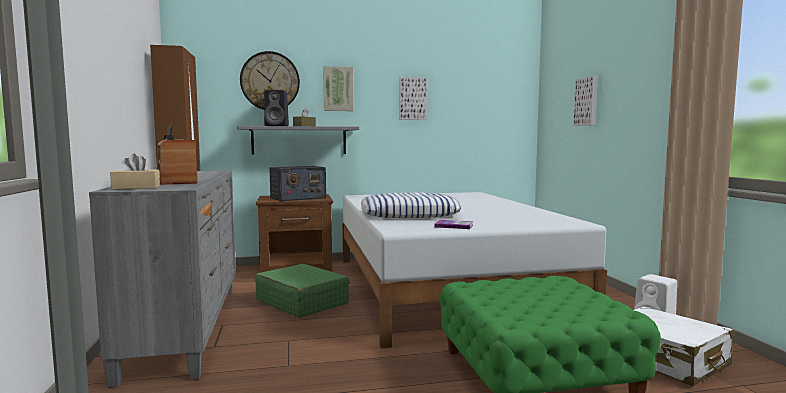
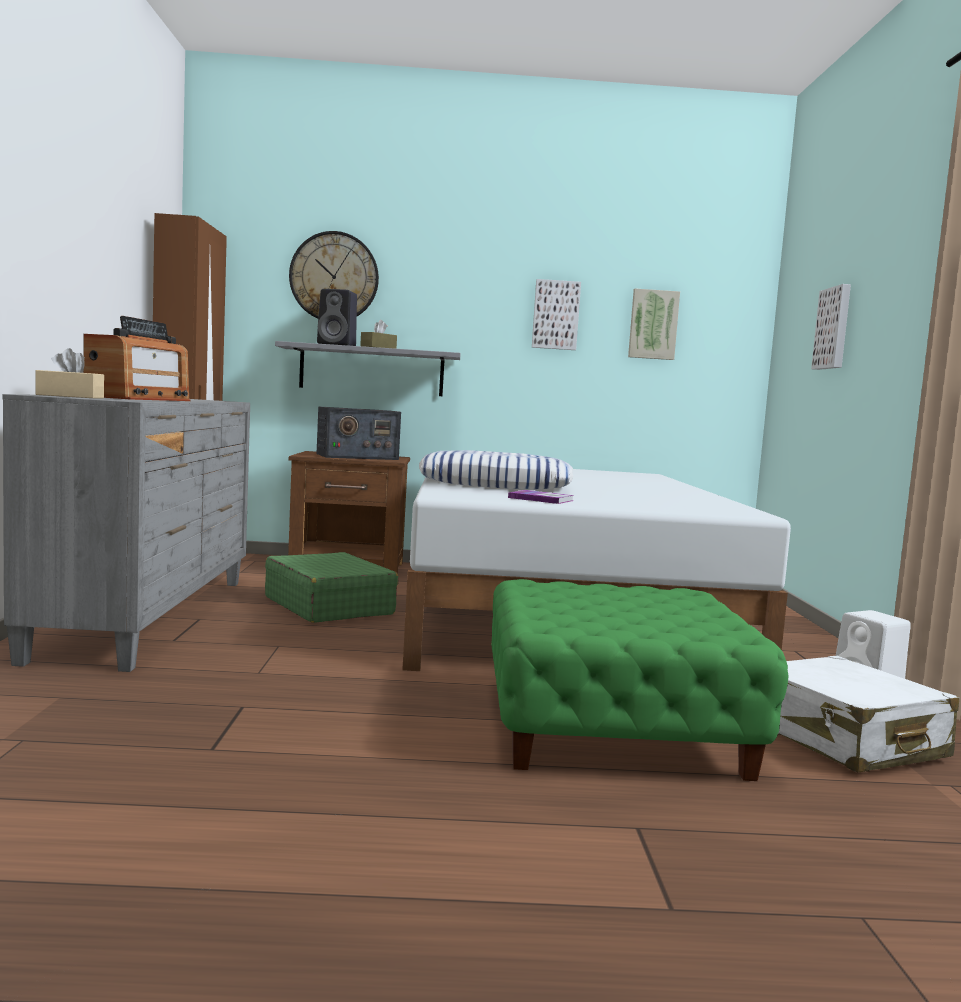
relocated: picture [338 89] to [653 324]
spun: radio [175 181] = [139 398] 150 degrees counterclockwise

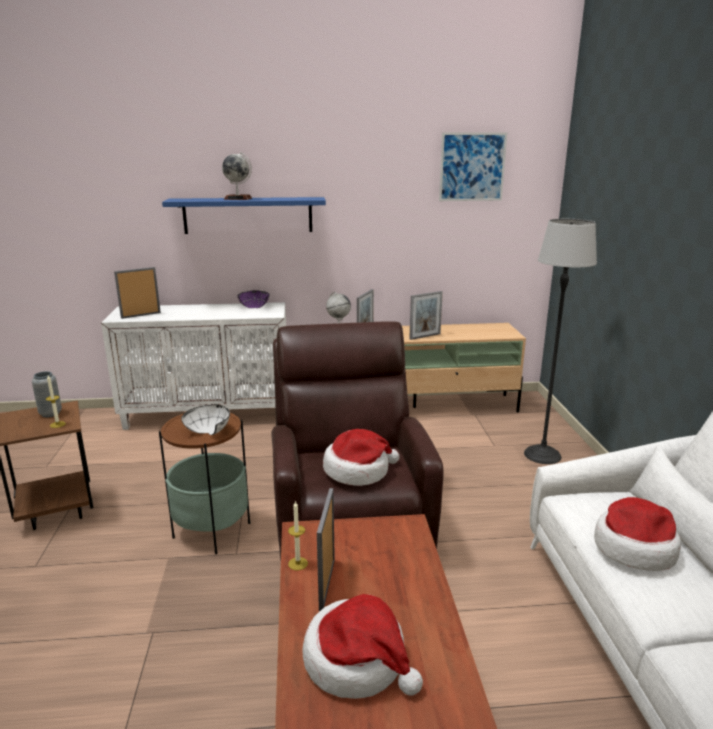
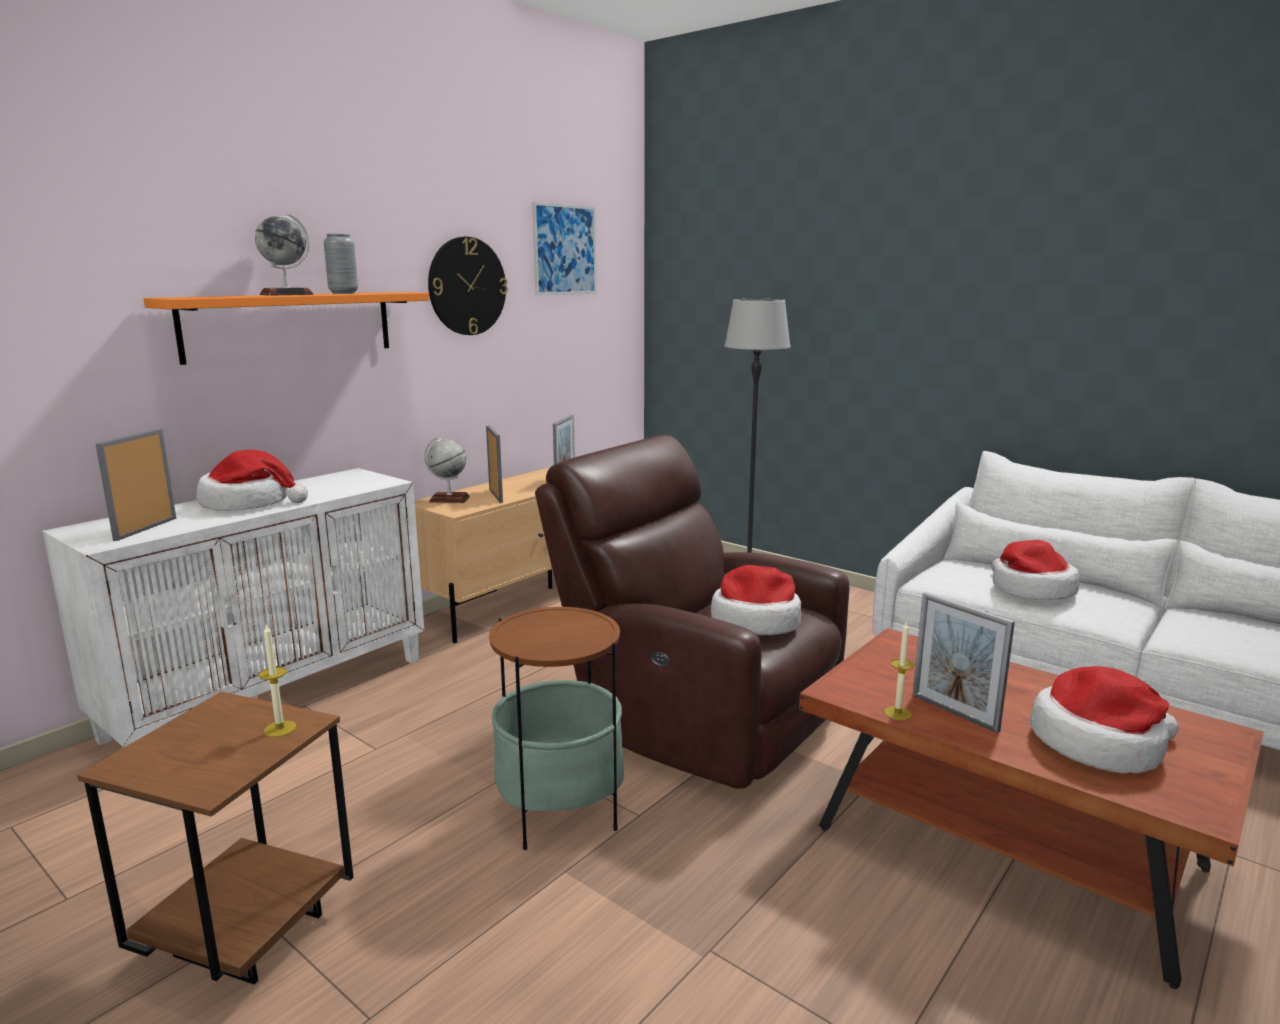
missing: purple bowl [254 307]; white bowl [210 430]
appeared: clock on the wall [467 286]; hat [248 503]
relocated: greyish decorative vase [50 413] to [343 293]
colour: blue-coloured bracket shelf [248 215] to orange bracket shelf [290 325]

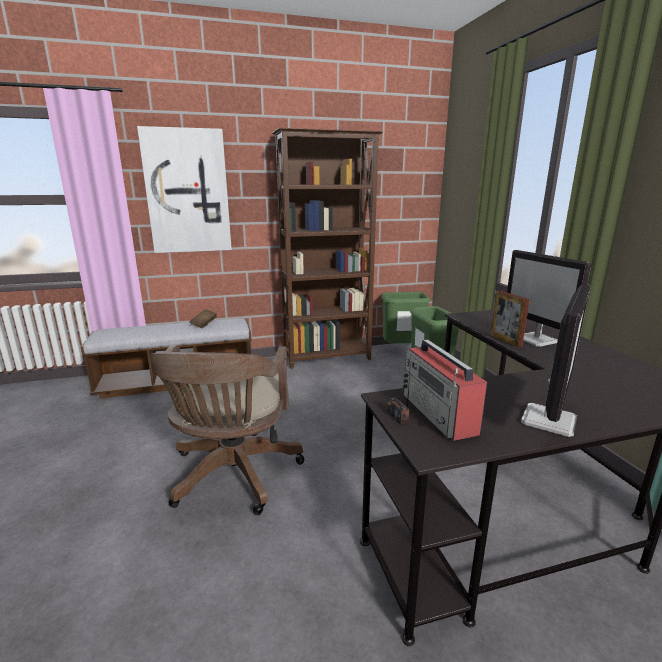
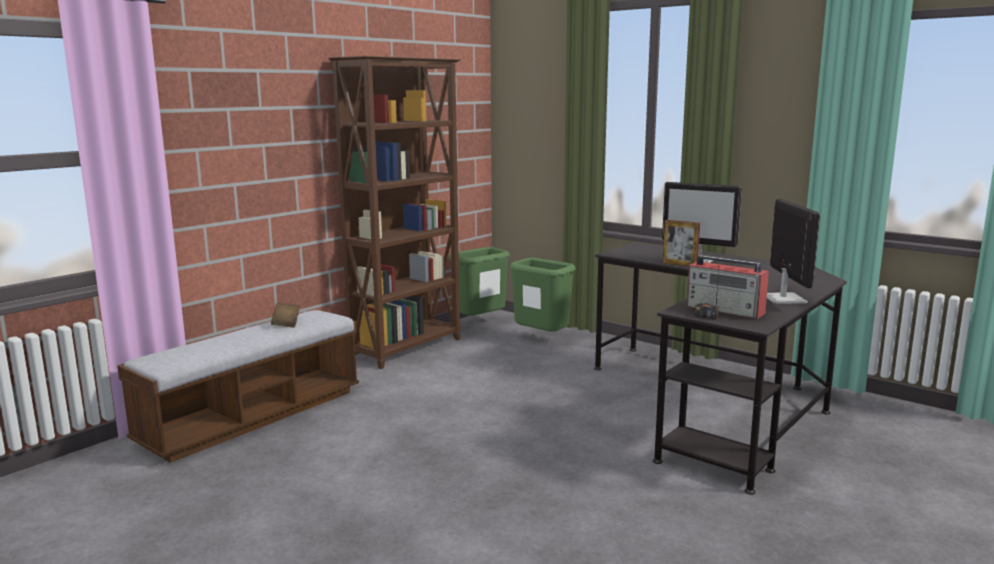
missing: picture [187 192]; brown office chair [233 477]

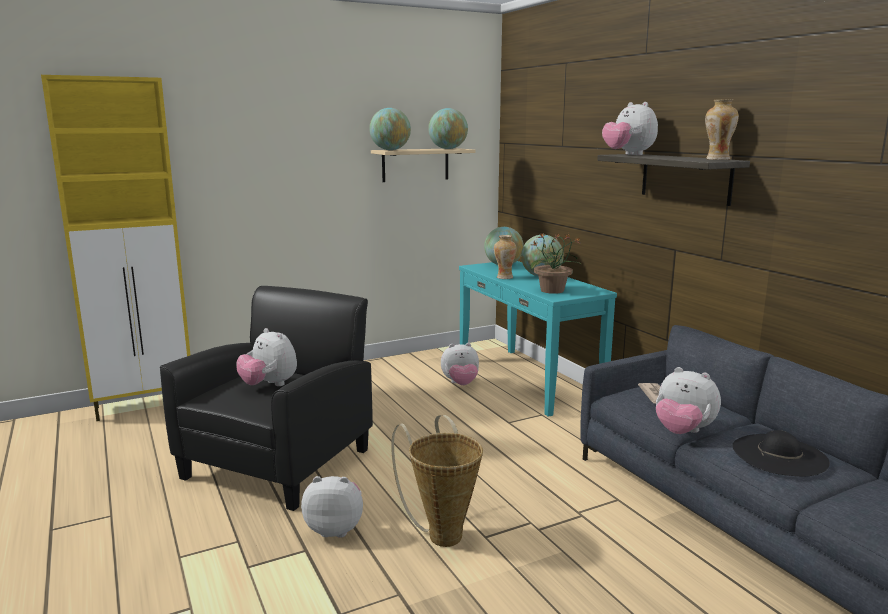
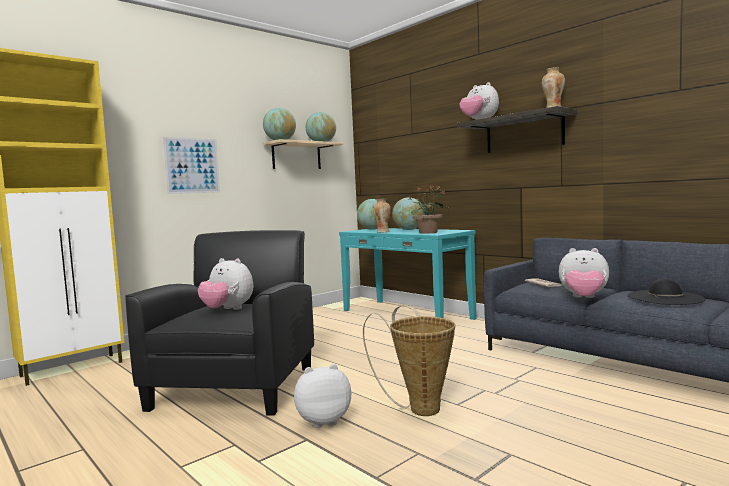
missing: plush toy [460 384]
appeared: picture [192 165]

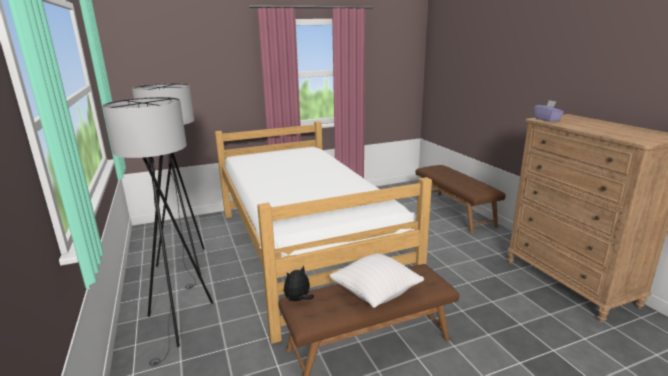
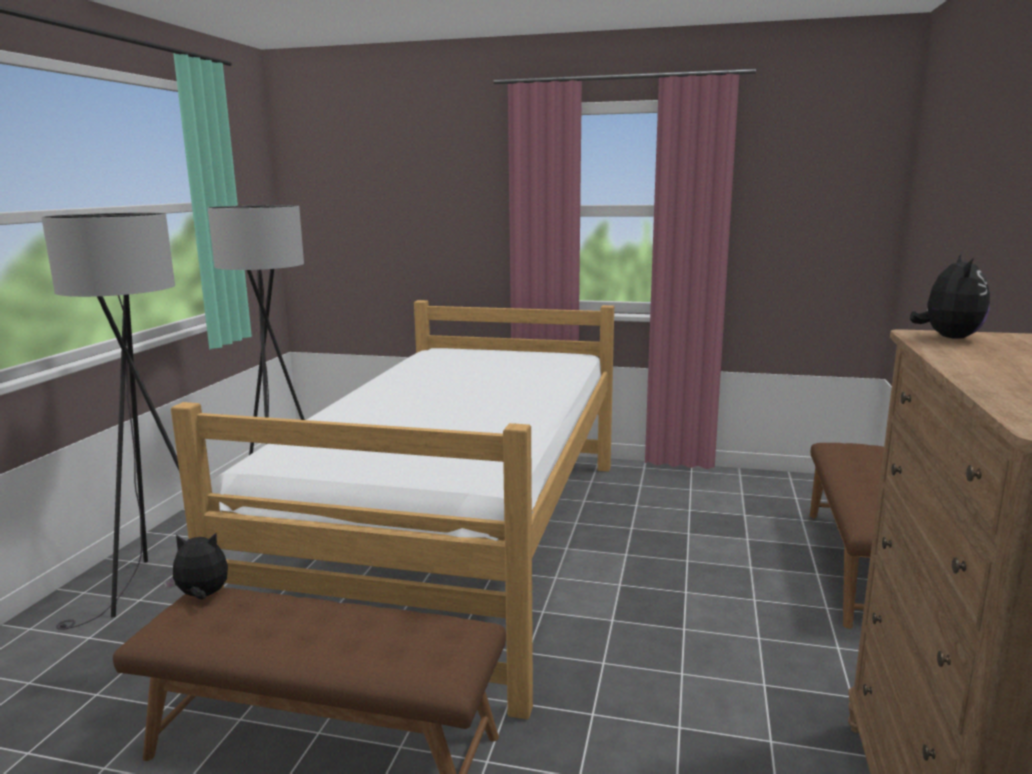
missing: white cushion [375 293]
exchanged: purple tissue box [547 119] to plush toy [947 338]

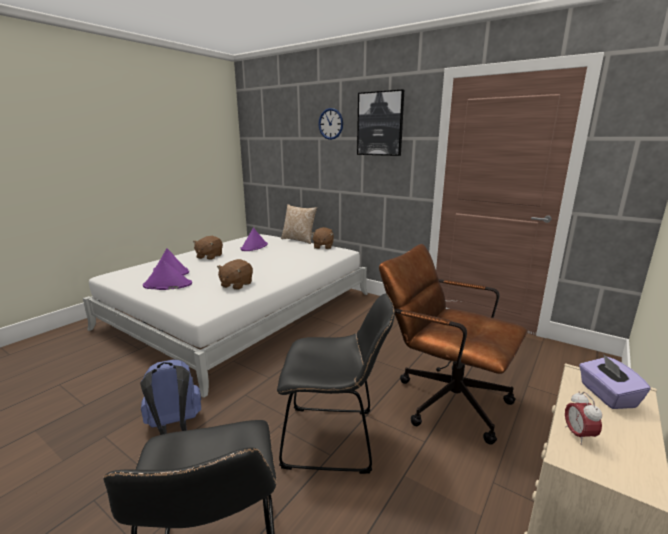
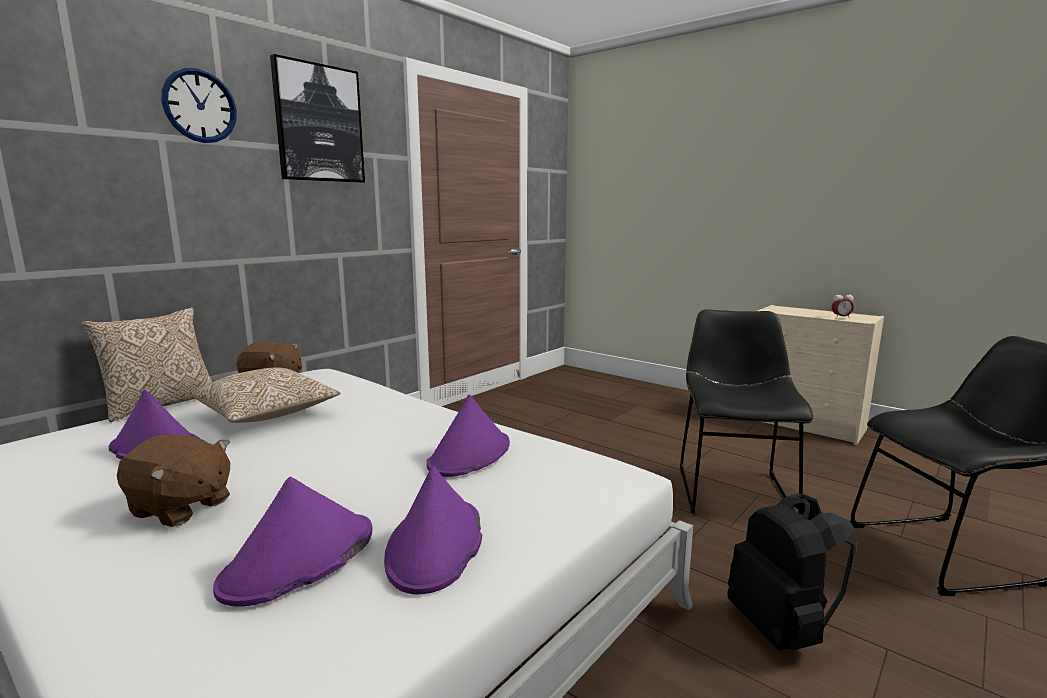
missing: brown office chair [443 398]; purple tissue box [606 395]
appeared: cushion [267 415]
exchanged: brown plush toy [236 285] to purple hat [470 455]
colour: blue-coloured rucksack [174 426] to black-coloured rucksack [781 629]

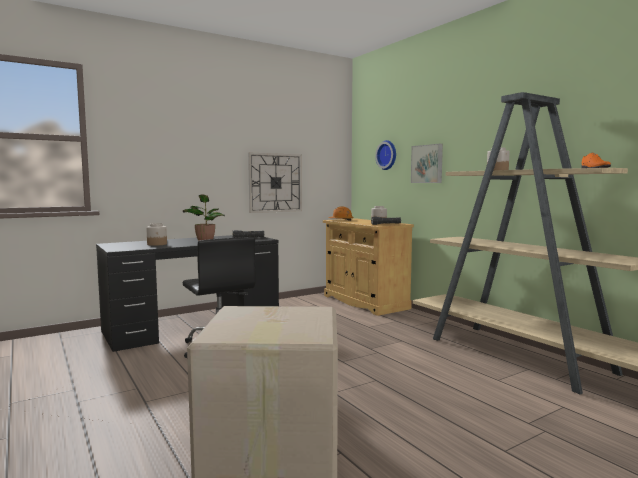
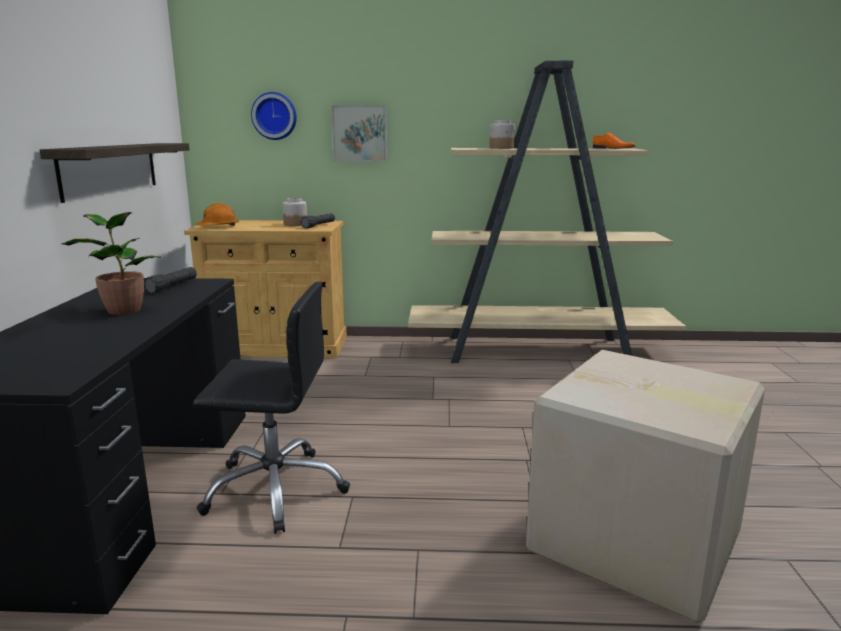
missing: jar [157 244]
exchanged: clock on the wall [275 183] to bracket shelf [110 169]

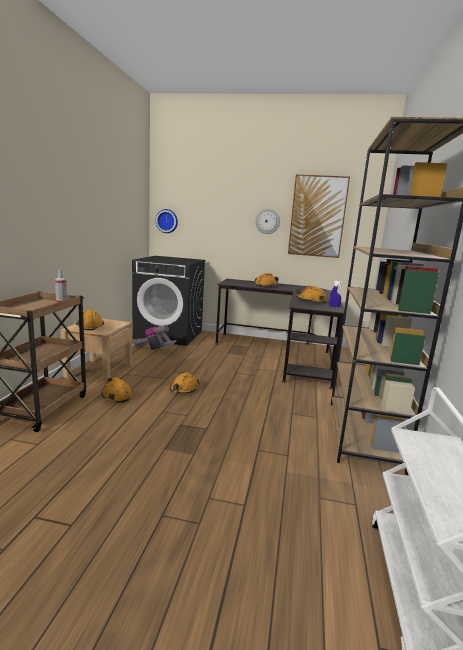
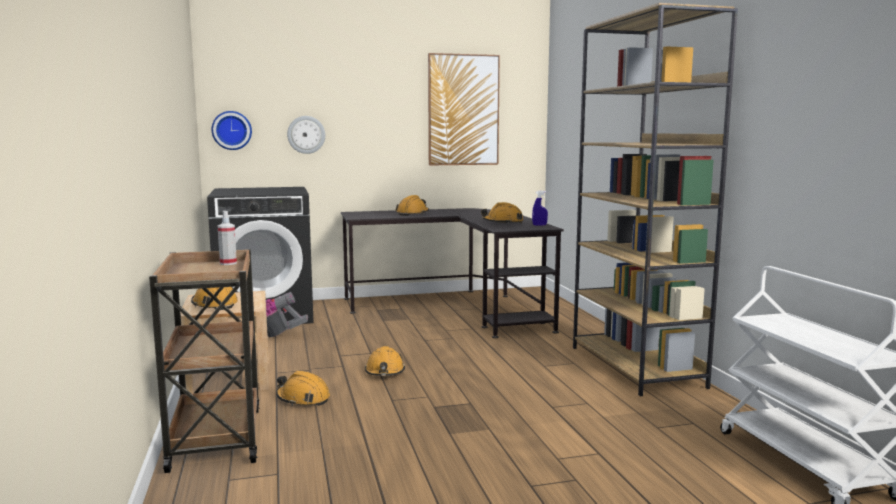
relocated: clock on the wall [267 221] to [306 134]

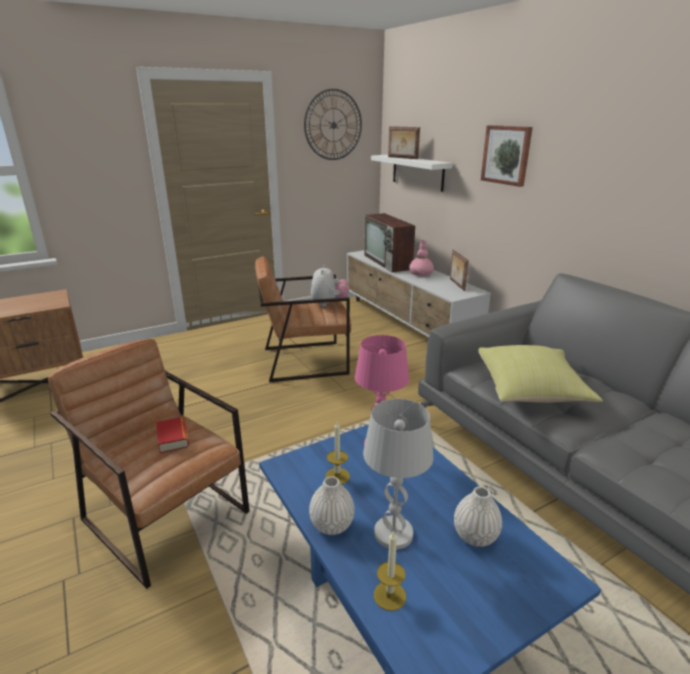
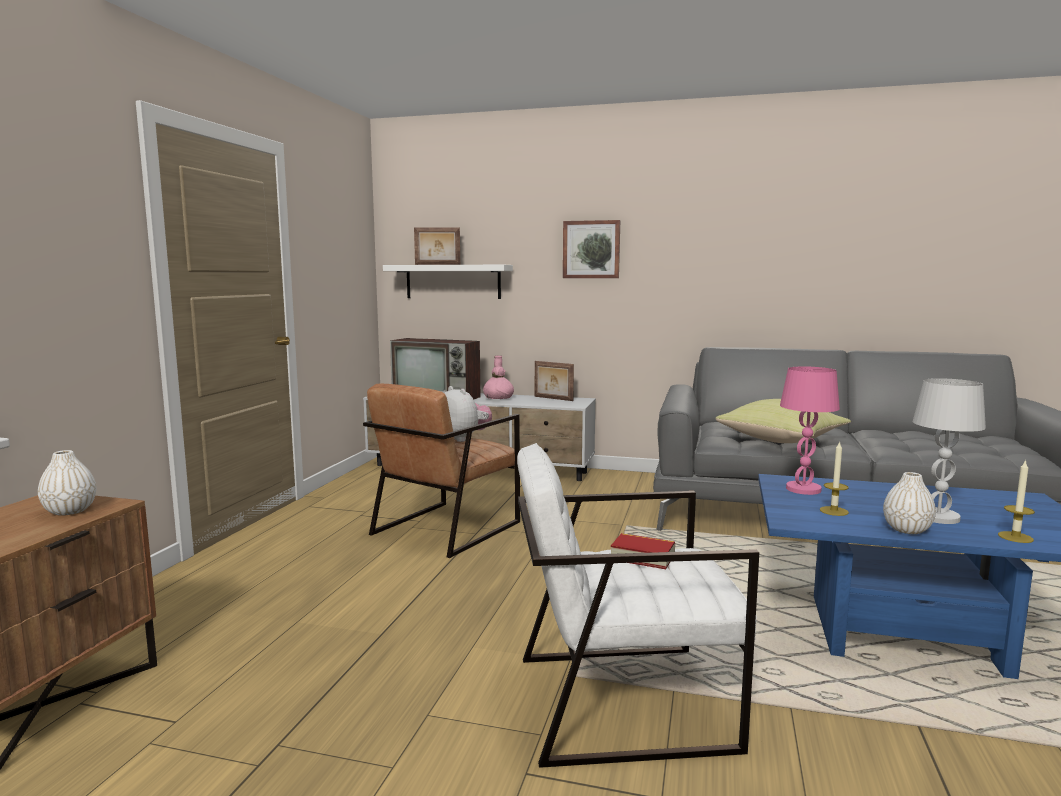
missing: clock on the wall [333 125]
relocated: white decorative vase [475 536] to [70 511]
colour: brown armchair [166 515] to white armchair [622 700]

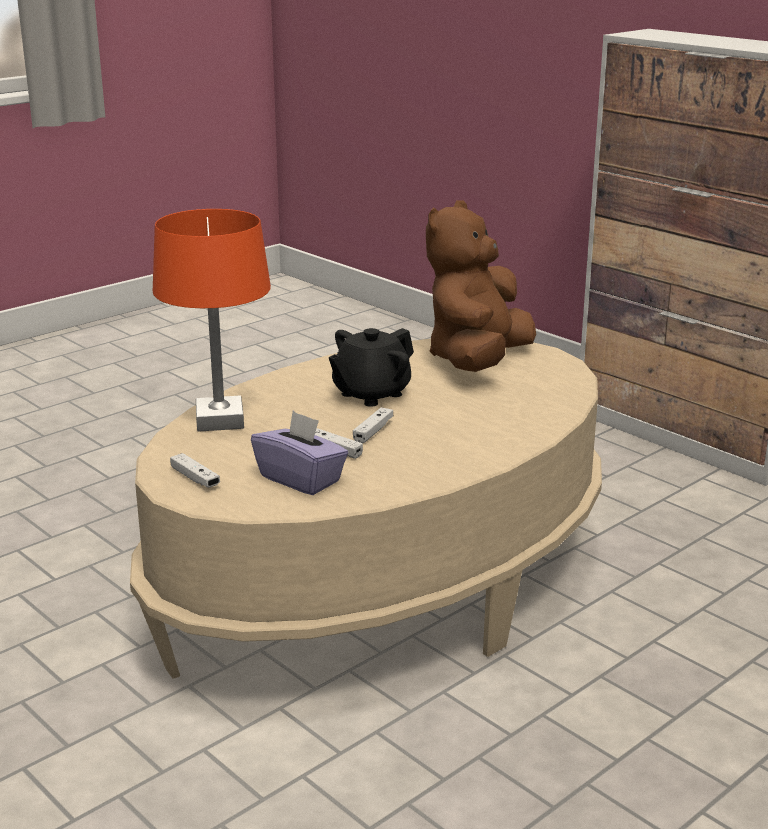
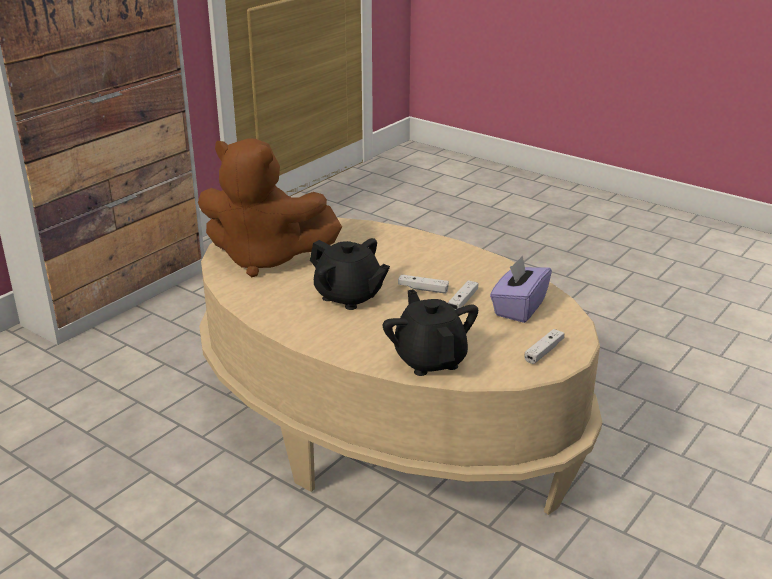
exchanged: orange lamp for a table [219 420] to black-coloured teapot [430 359]

